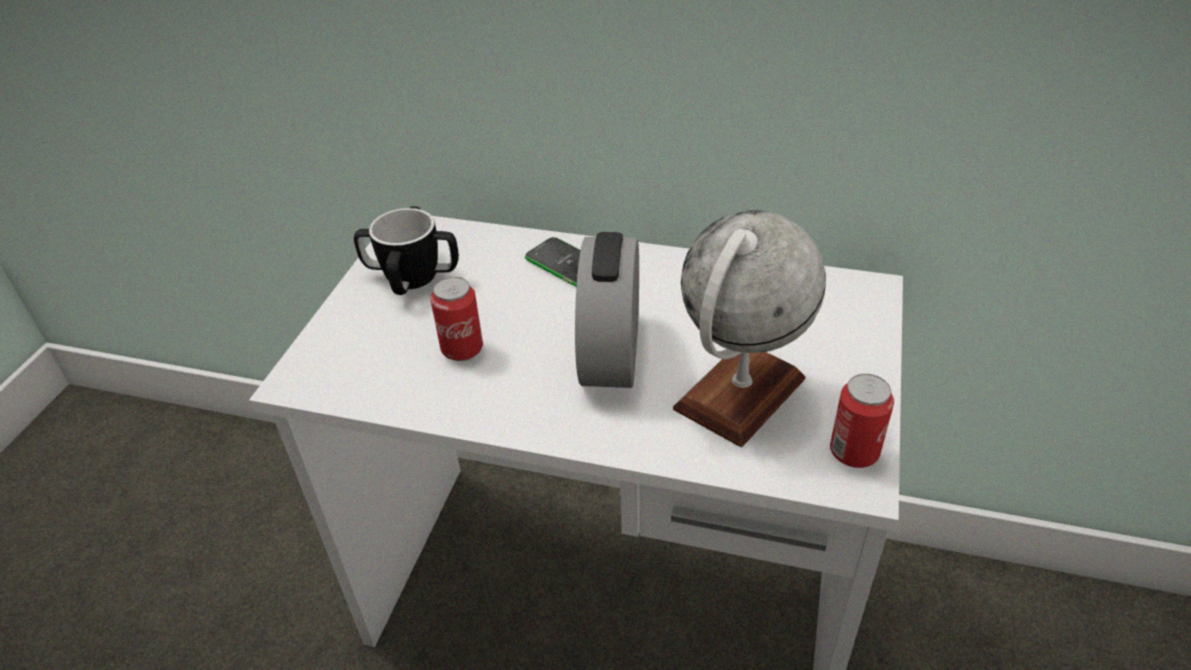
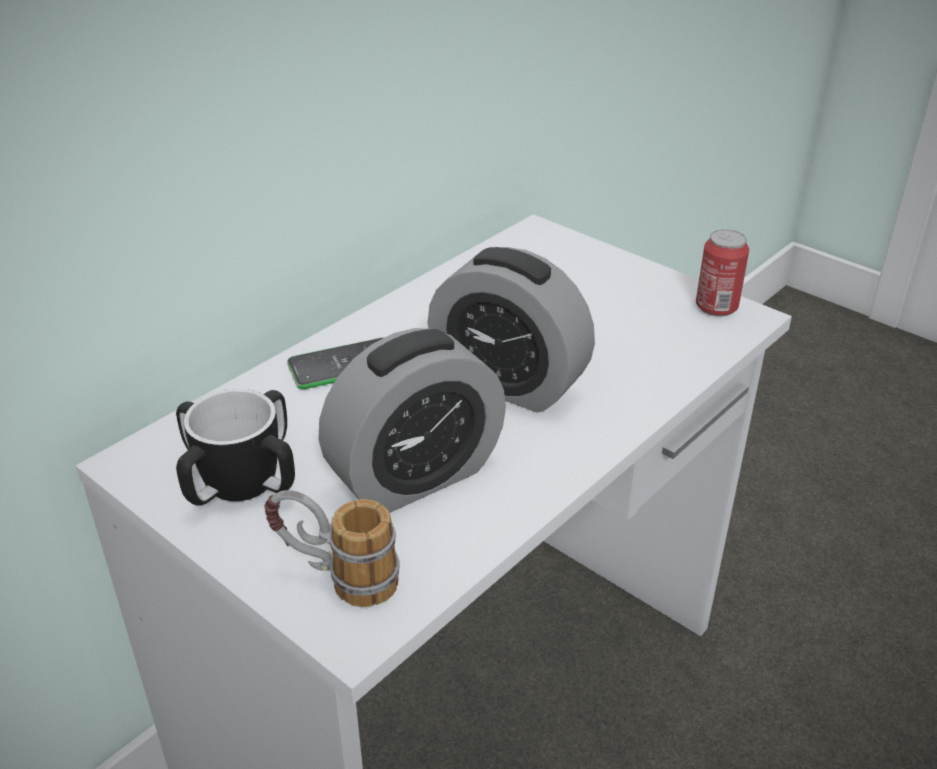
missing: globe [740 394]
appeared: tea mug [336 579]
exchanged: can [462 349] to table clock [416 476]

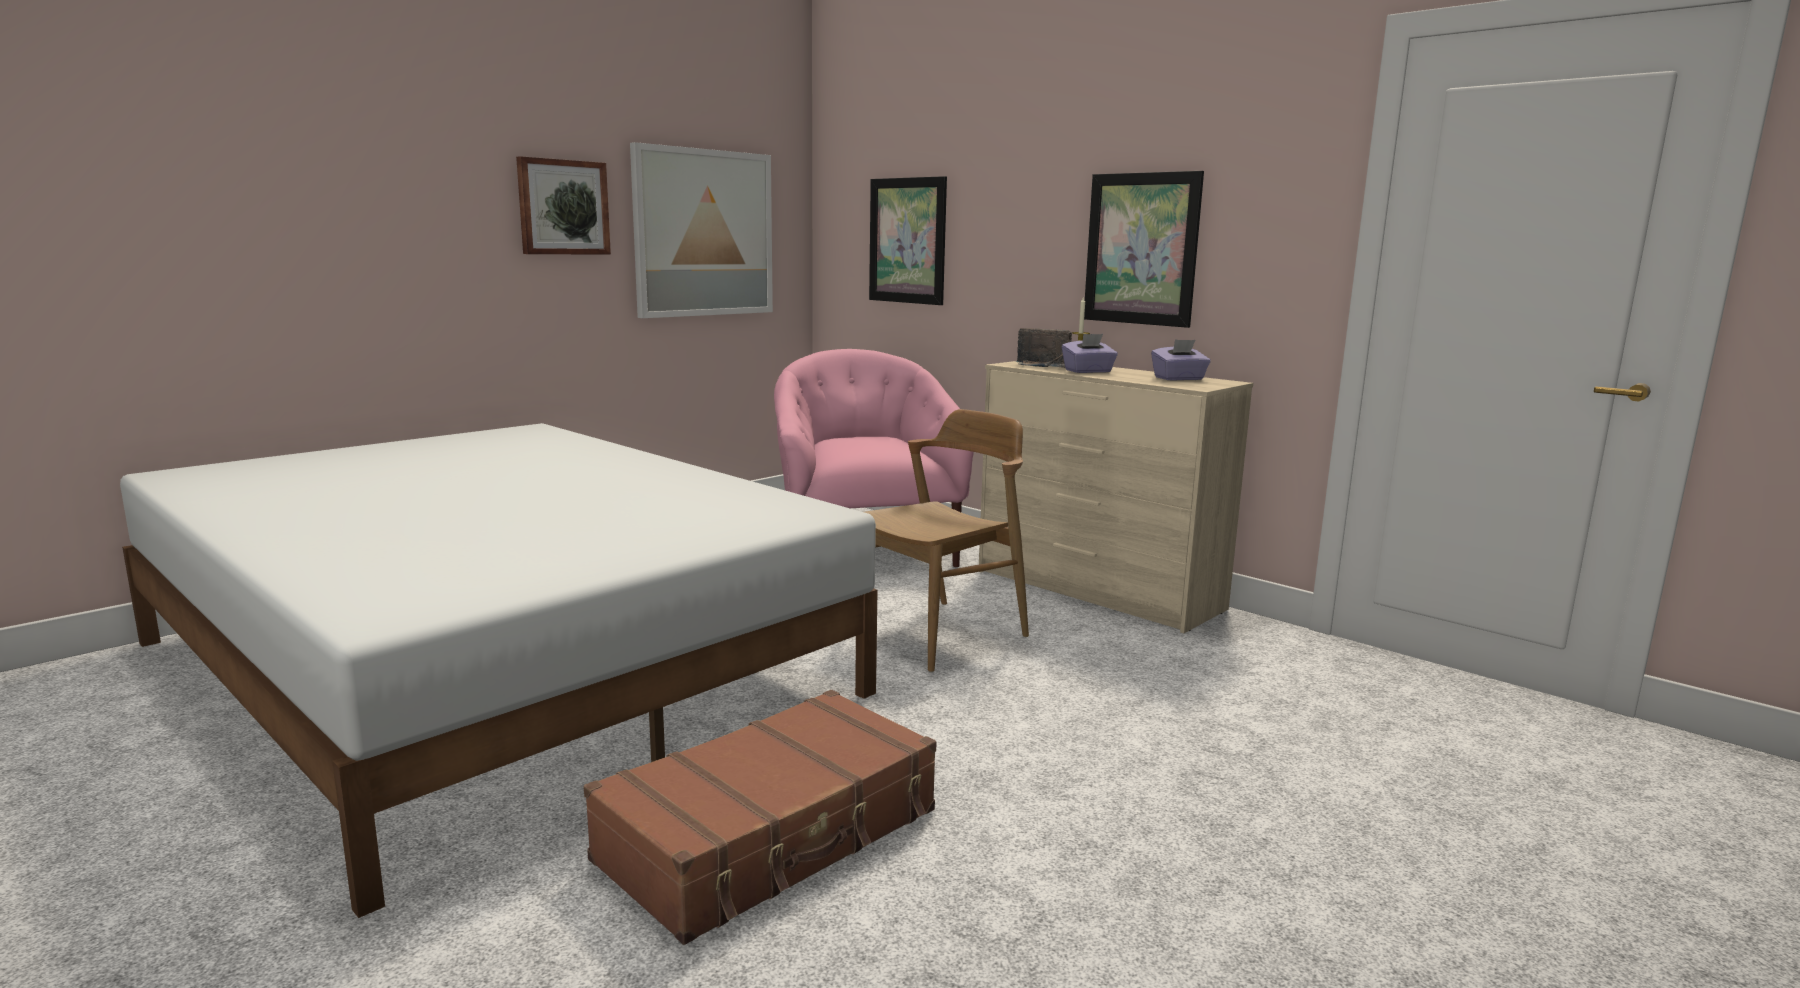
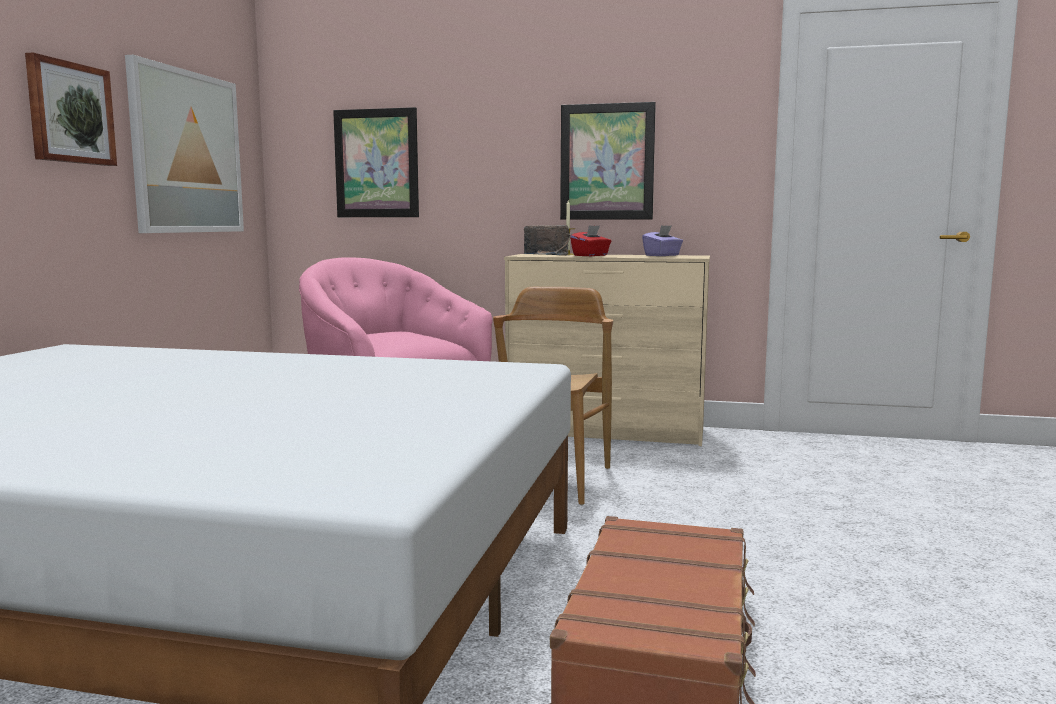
colour: purple tissue box [1088 371] to red tissue box [591 255]

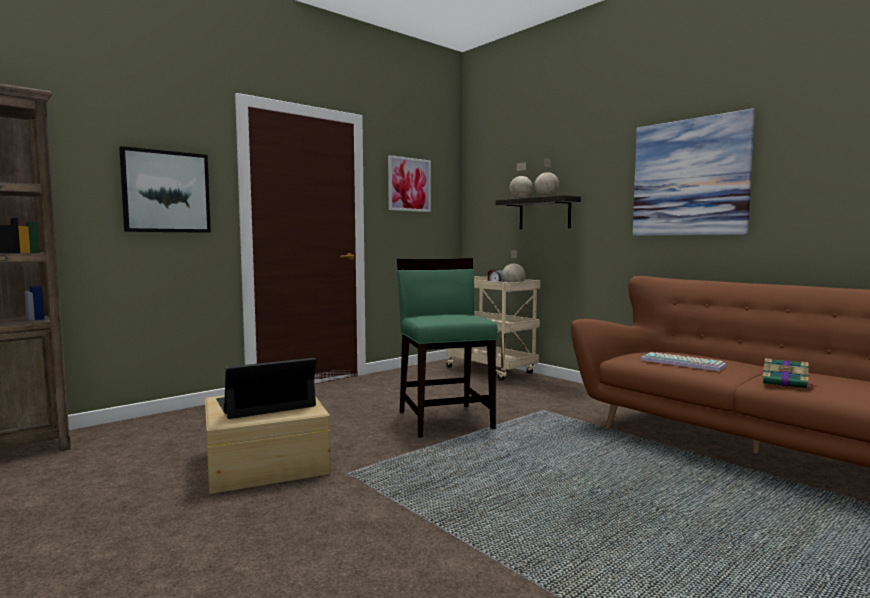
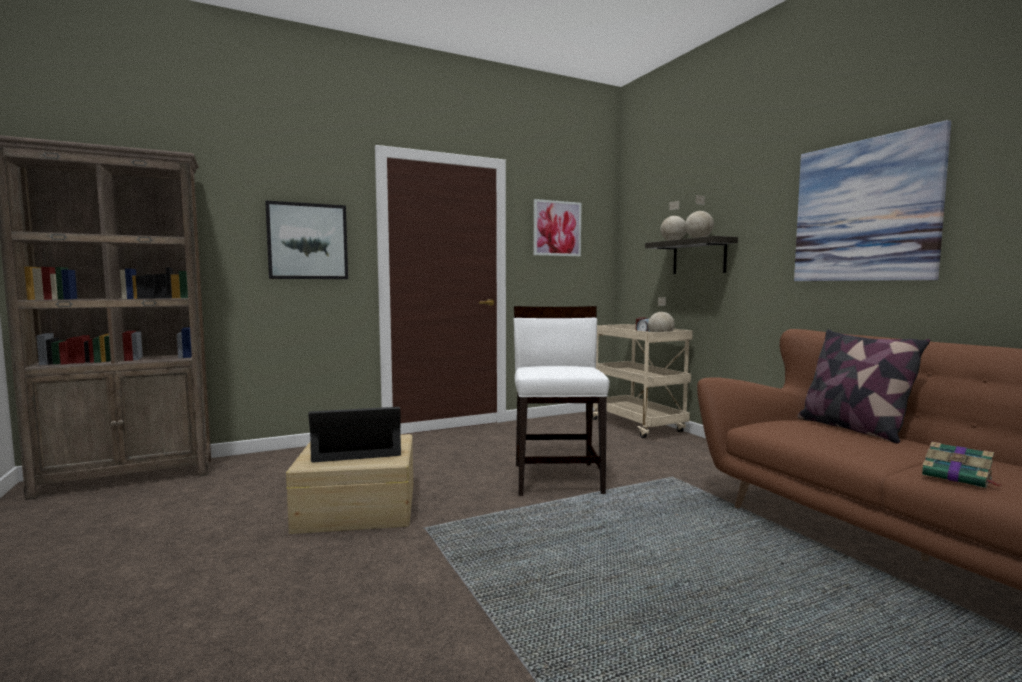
missing: keyboard [683 363]
appeared: cushion [852 428]
colour: green-coloured upright chair [445 419] to white upright chair [558 478]

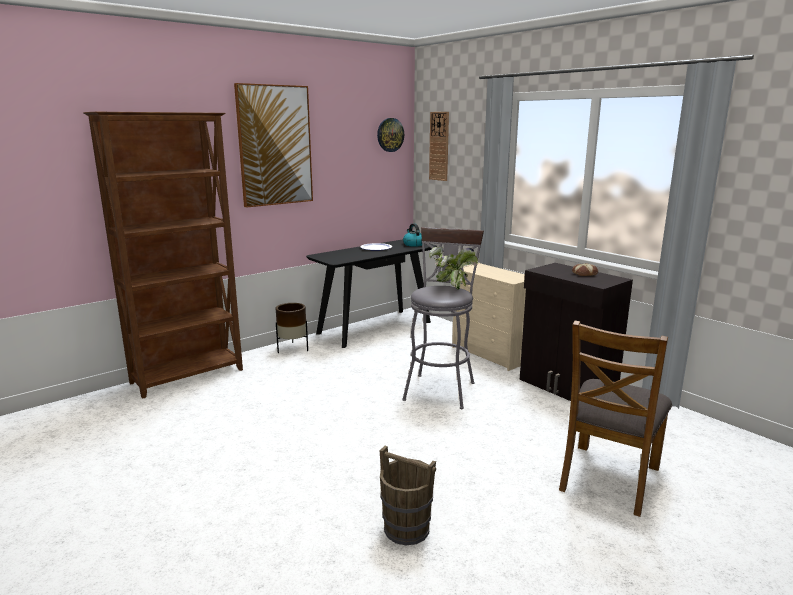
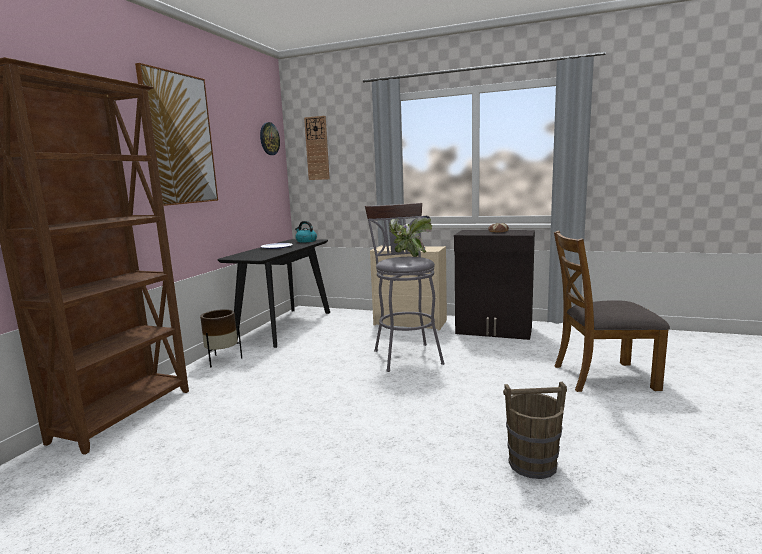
spun: brown upright chair [608 478] = [602 376] 90 degrees clockwise

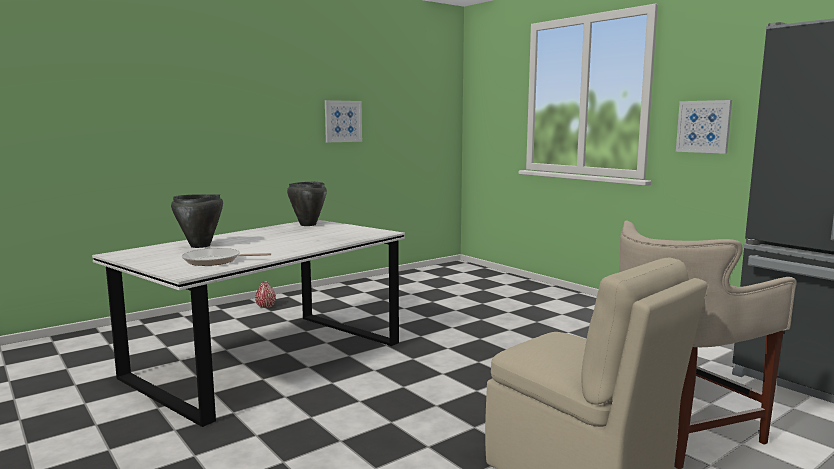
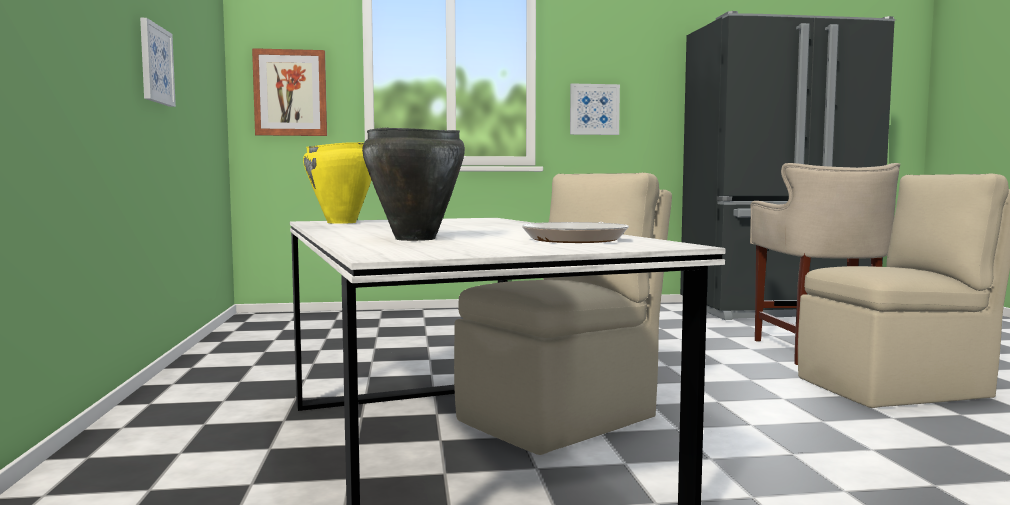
missing: red decorative vase [265 306]
appeared: picture [290 93]; beige upright chair [561 418]
colour: black-coloured saucepot [307 225] to yellow saucepot [341 222]

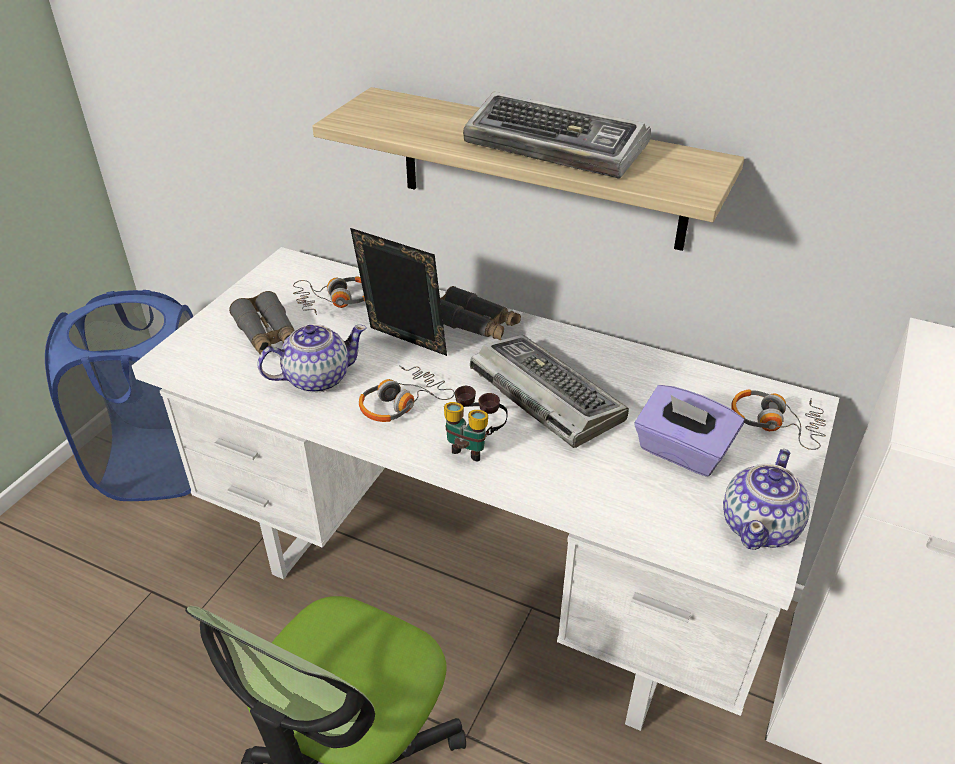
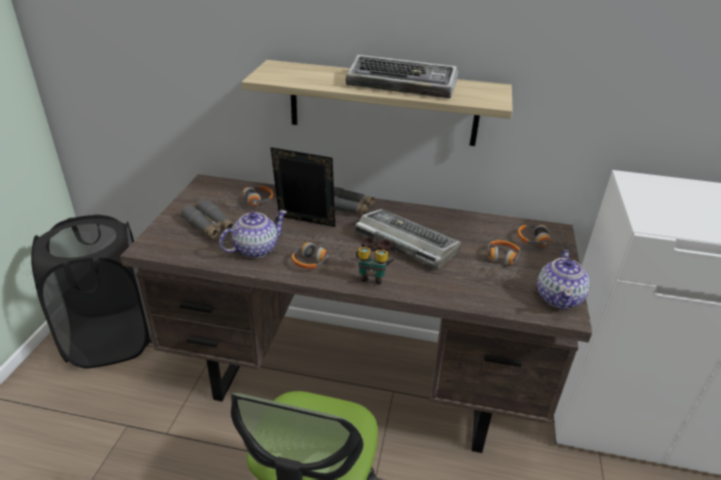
exchanged: purple tissue box [681 452] to pair of headphones [498 264]
colour: white desk unit [481 584] to brown desk unit [356 382]; blue-coloured laundry basket [162 464] to black-coloured laundry basket [111 339]

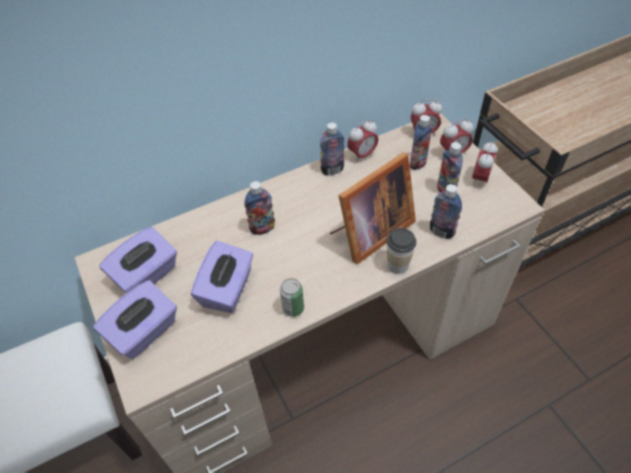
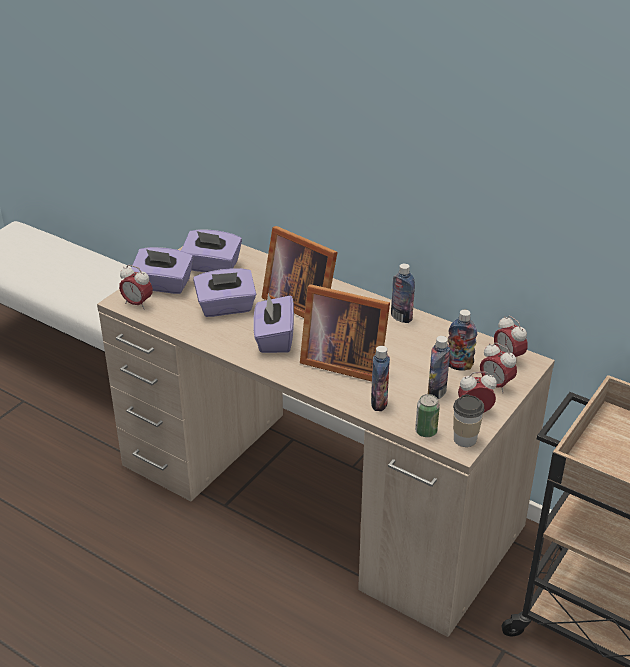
appeared: purple tissue box [274 339]
relocated: table clock [362 155] to [137 304]; small cup [398 264] to [465 439]; can [293 308] to [426 431]
exchanged: beverage bottle [262 228] to standing frame [300 303]

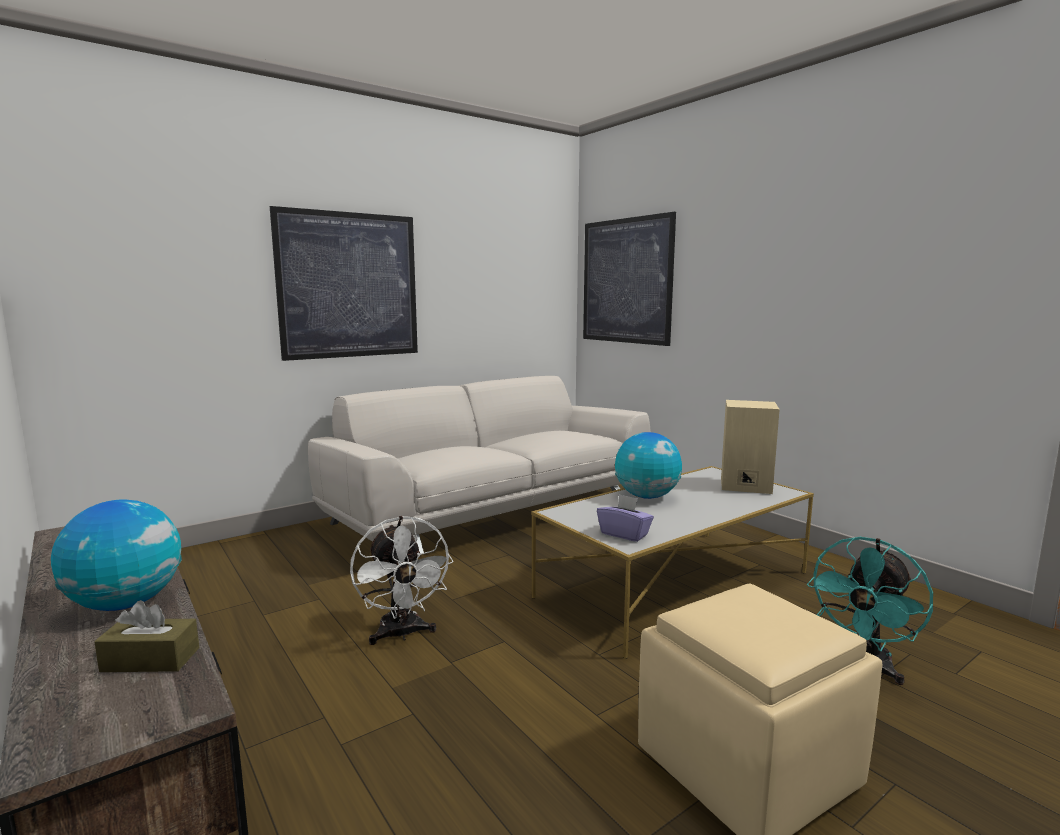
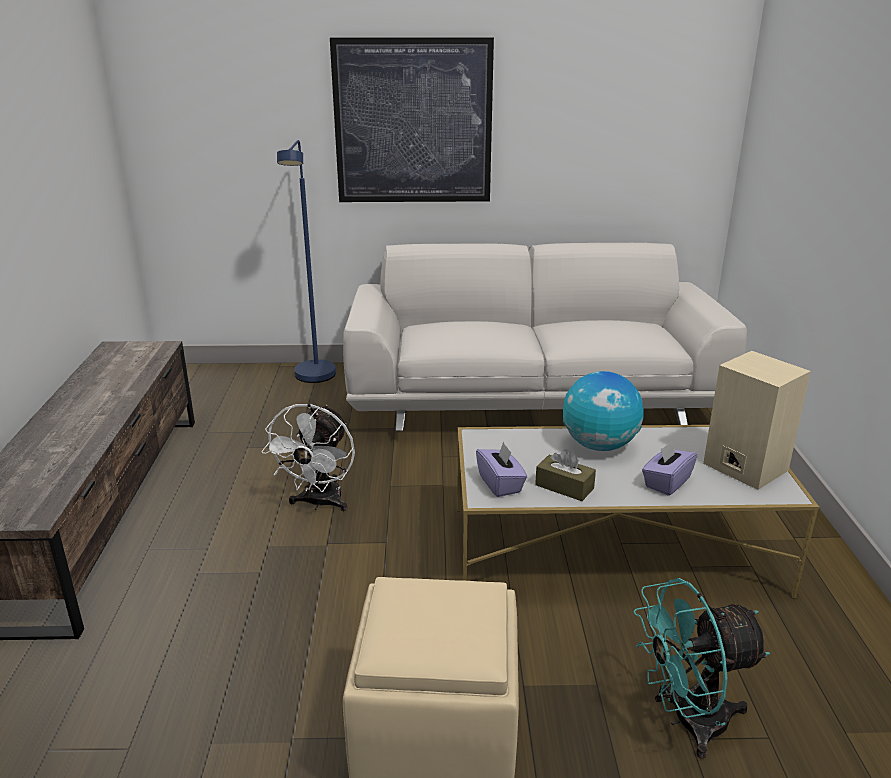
missing: picture [626 281]; globe [125 604]
appeared: blue-coloured floor lamp [314 379]; purple tissue box [666 482]
relocated: brown tissue box [150 660] to [564 487]

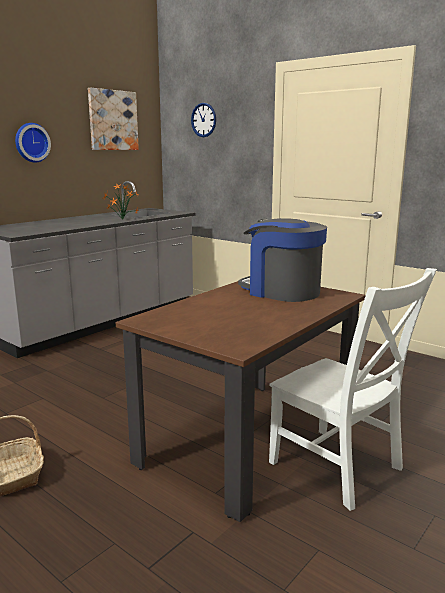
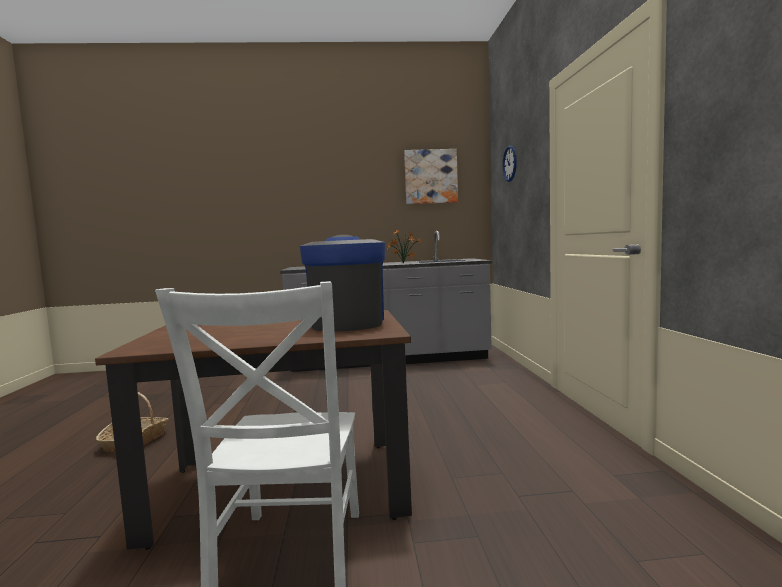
missing: clock on the wall [31 142]

